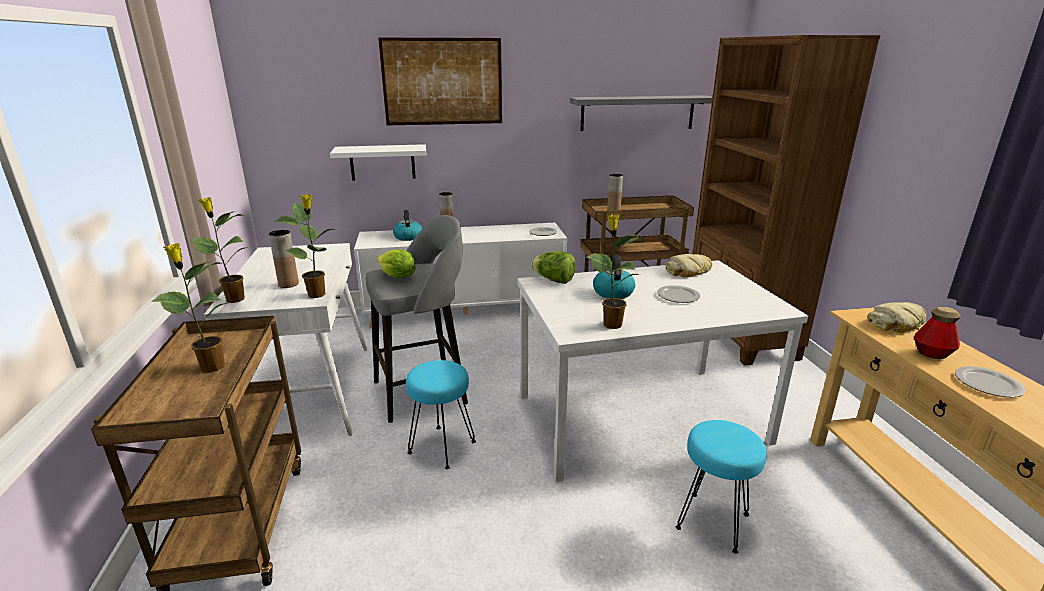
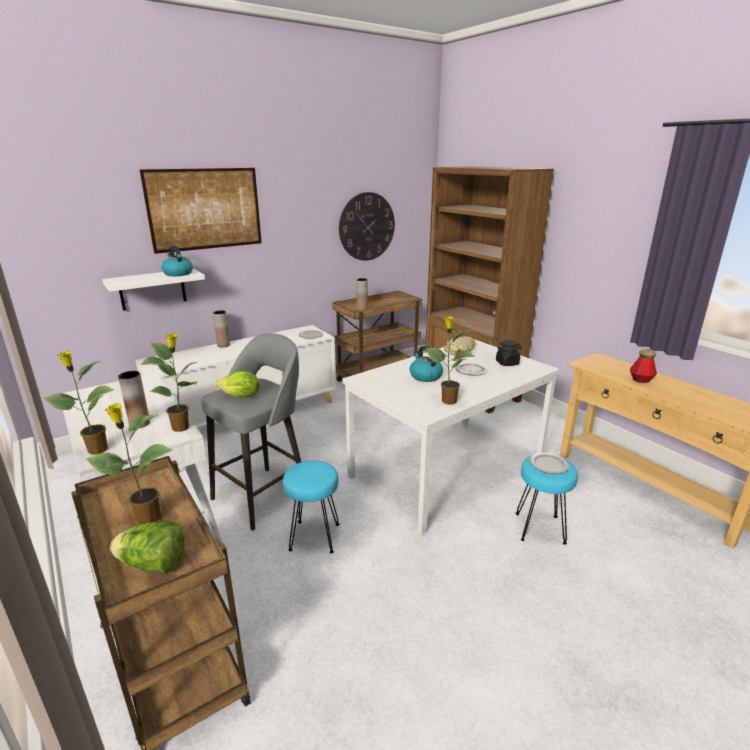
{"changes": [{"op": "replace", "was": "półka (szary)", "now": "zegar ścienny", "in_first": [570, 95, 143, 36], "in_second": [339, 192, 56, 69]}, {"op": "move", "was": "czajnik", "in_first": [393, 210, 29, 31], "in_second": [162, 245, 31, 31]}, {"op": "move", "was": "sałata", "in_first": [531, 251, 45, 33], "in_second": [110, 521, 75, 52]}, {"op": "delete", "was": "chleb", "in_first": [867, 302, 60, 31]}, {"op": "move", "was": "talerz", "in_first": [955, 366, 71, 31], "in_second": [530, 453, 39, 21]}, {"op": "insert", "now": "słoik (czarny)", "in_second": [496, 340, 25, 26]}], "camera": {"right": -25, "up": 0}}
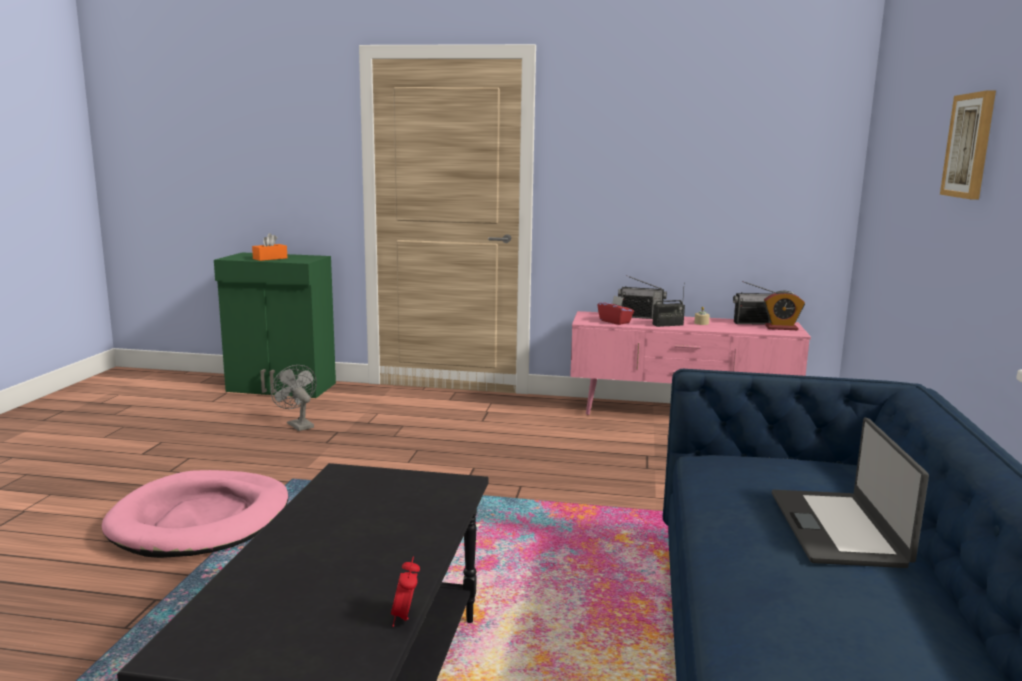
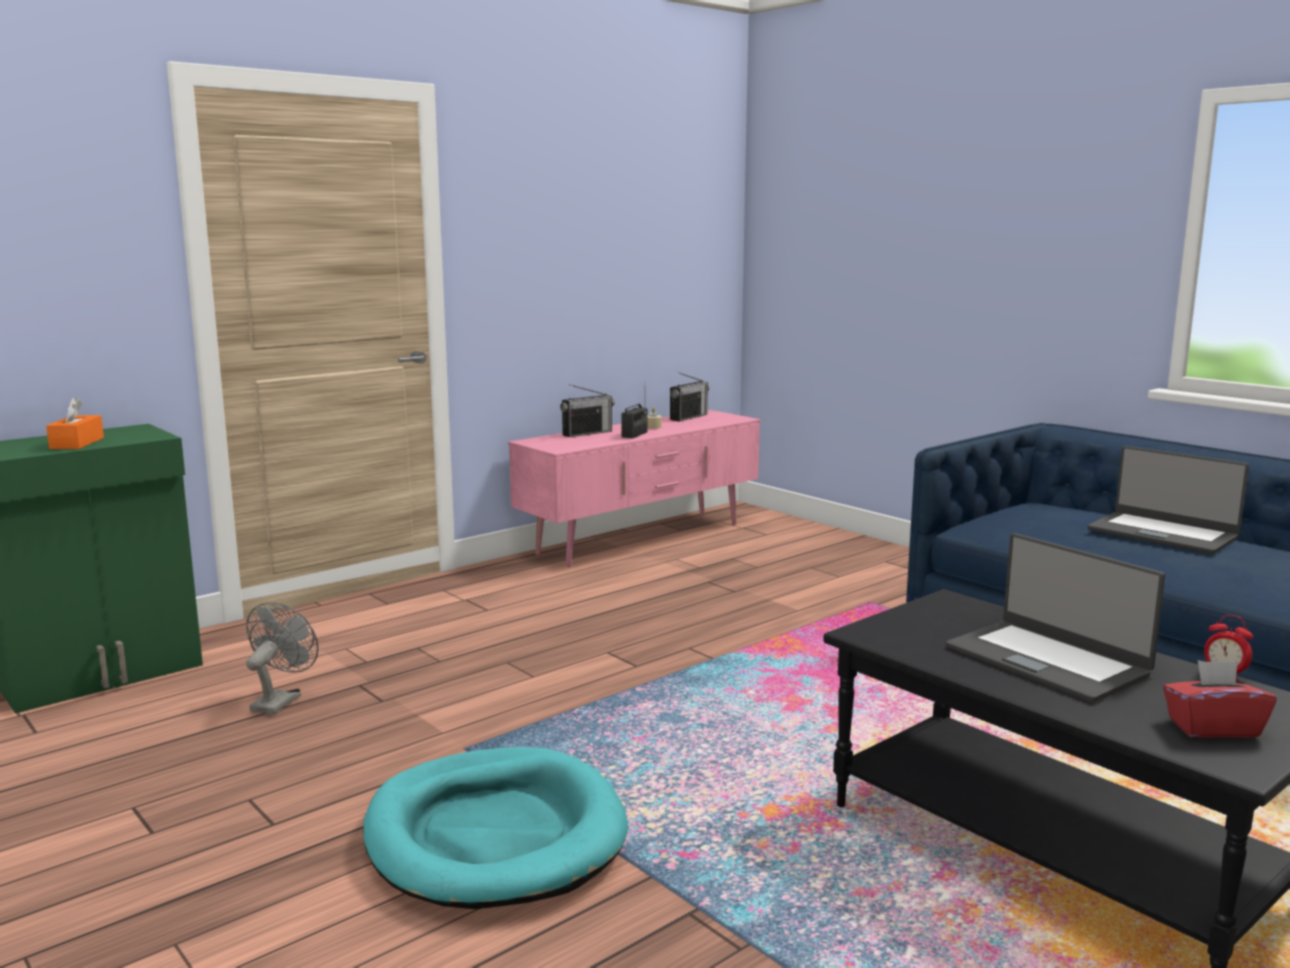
{"changes": [{"op": "delete", "was": "obraz", "in_first": [940, 90, 56, 110]}, {"op": "delete", "was": "budzik", "in_first": [764, 291, 41, 39]}, {"op": "move", "was": "pudełko chusteczek (czerwony)", "in_first": [597, 295, 37, 30], "in_second": [1163, 660, 114, 78]}, {"op": "rotate", "was": "wentylator (szary)", "in_first": [271, 365, 46, 66], "in_second": [246, 602, 73, 113], "clockwise": 105}, {"op": "recolor", "was": "legowisko (różowy)", "now": "legowisko (turkusowy)", "in_first": [102, 470, 186, 88], "in_second": [363, 747, 265, 162]}, {"op": "insert", "now": "laptop", "in_second": [945, 533, 220, 170]}], "camera": {"right": -50, "up": 0}}
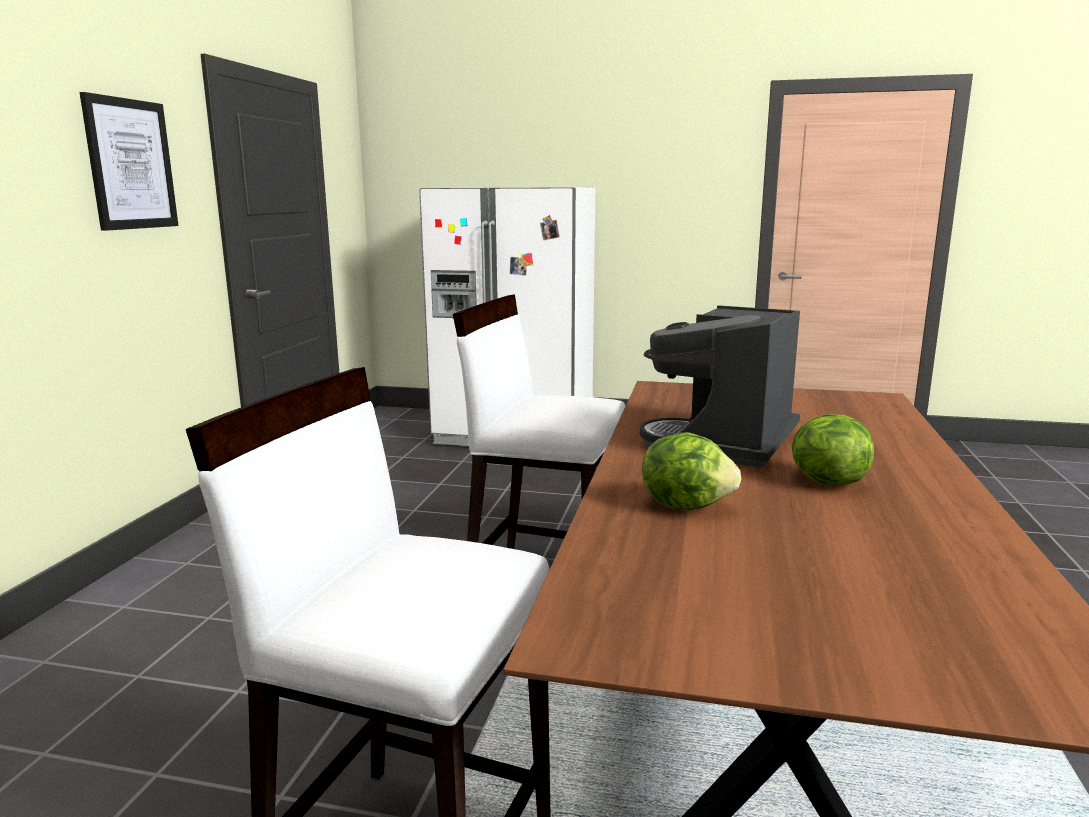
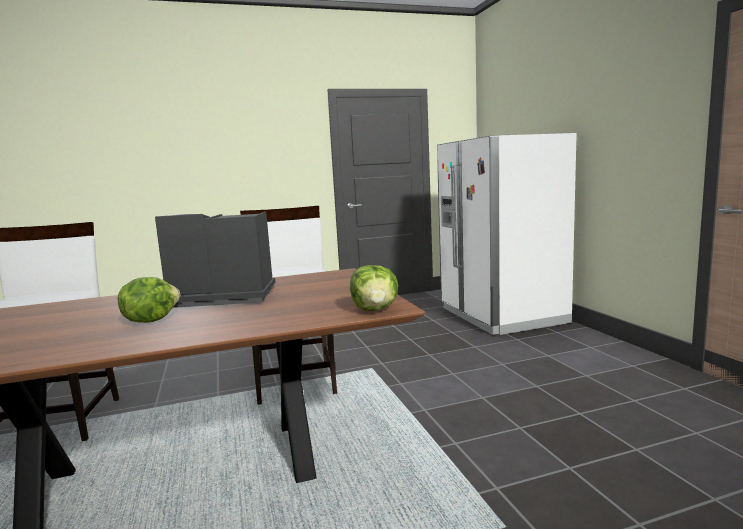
{"changes": [{"op": "delete", "was": "obraz", "in_first": [80, 92, 98, 139]}, {"op": "move", "was": "sałata", "in_first": [642, 432, 99, 78], "in_second": [350, 265, 48, 46]}], "camera": {"right": 60, "up": -5}}
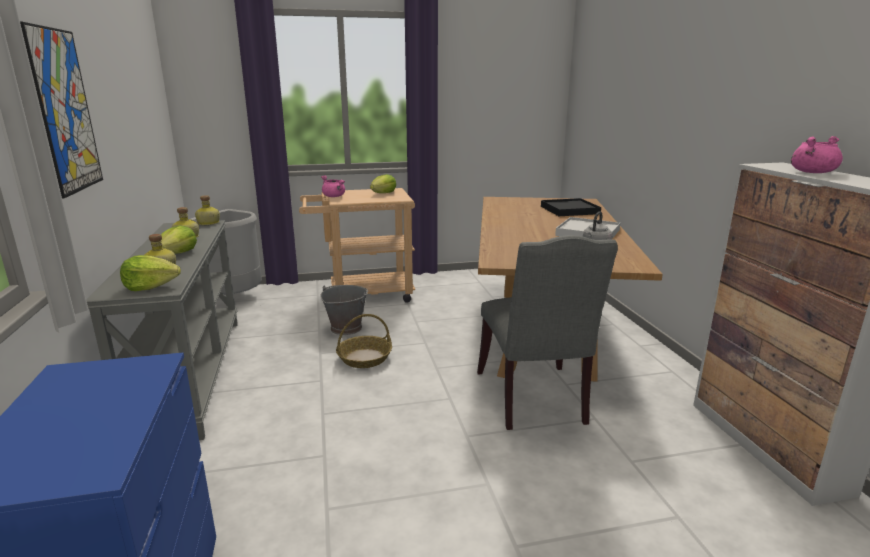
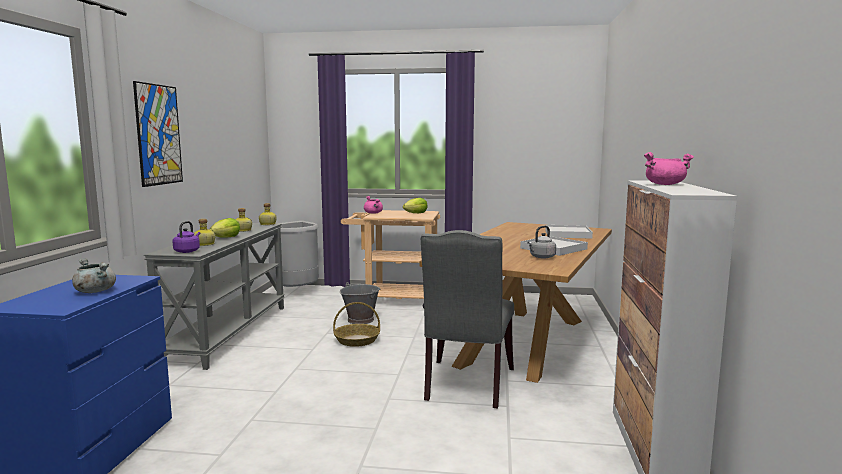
{"changes": [{"op": "recolor", "was": "taca (czarny)", "now": "taca (biały)", "in_first": [541, 198, 60, 18], "in_second": [545, 225, 48, 14]}, {"op": "replace", "was": "sałata", "now": "czajnik (fioletowy)", "in_first": [120, 255, 61, 36], "in_second": [173, 221, 27, 32]}, {"op": "insert", "now": "garnek (szary)", "in_second": [72, 258, 44, 35]}], "camera": {"right": 20, "up": -10}}
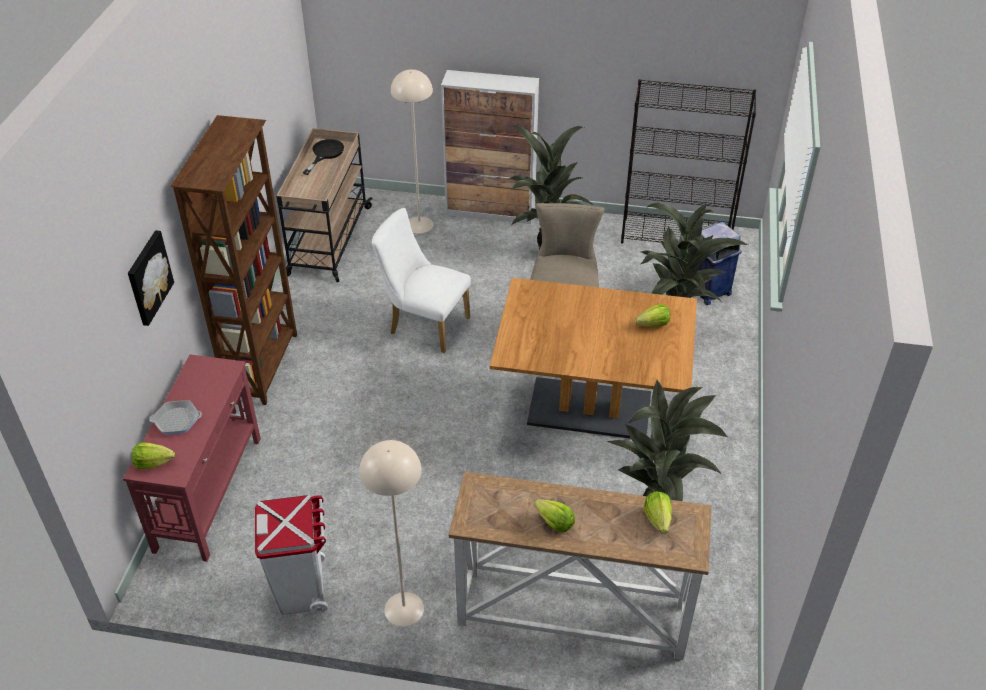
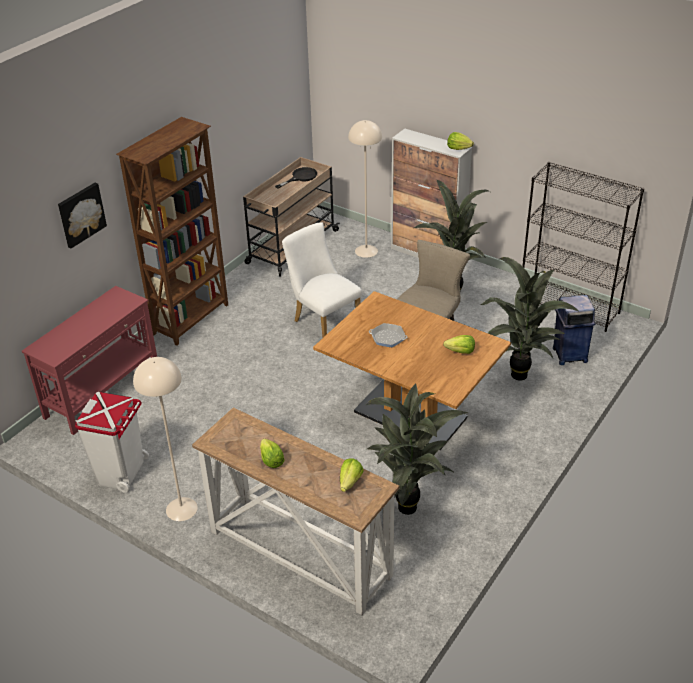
{"changes": [{"op": "move", "was": "patelnia", "in_first": [149, 400, 53, 34], "in_second": [369, 323, 39, 24]}, {"op": "move", "was": "sałata", "in_first": [131, 443, 44, 26], "in_second": [447, 132, 27, 18]}], "camera": {"right": 25, "up": -5}}
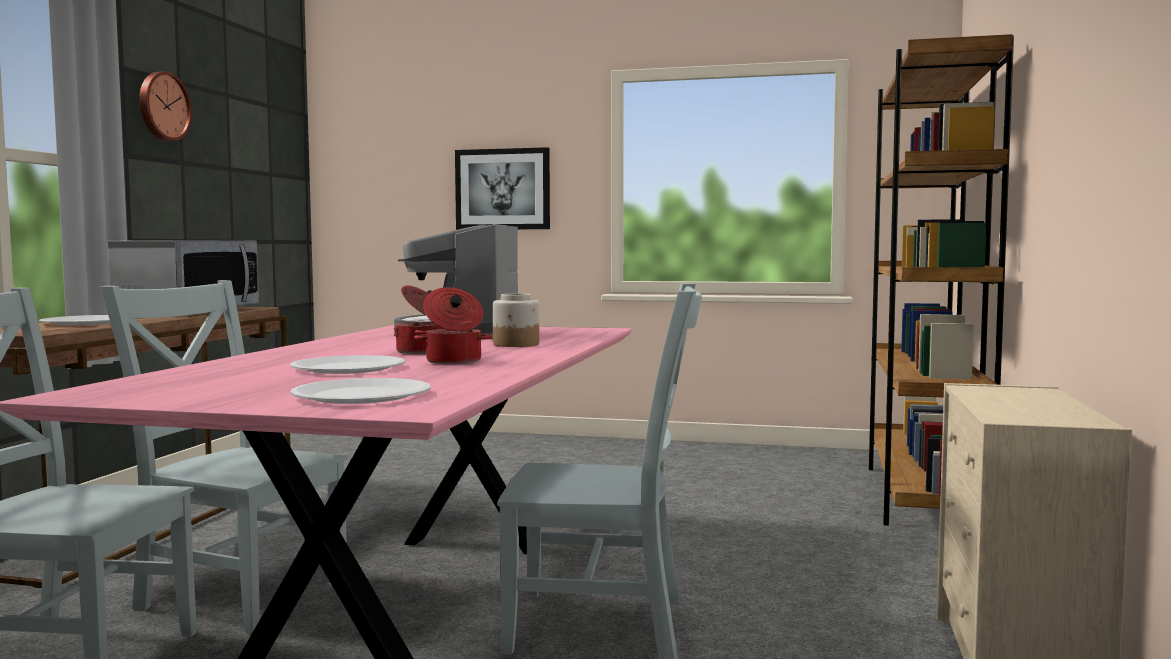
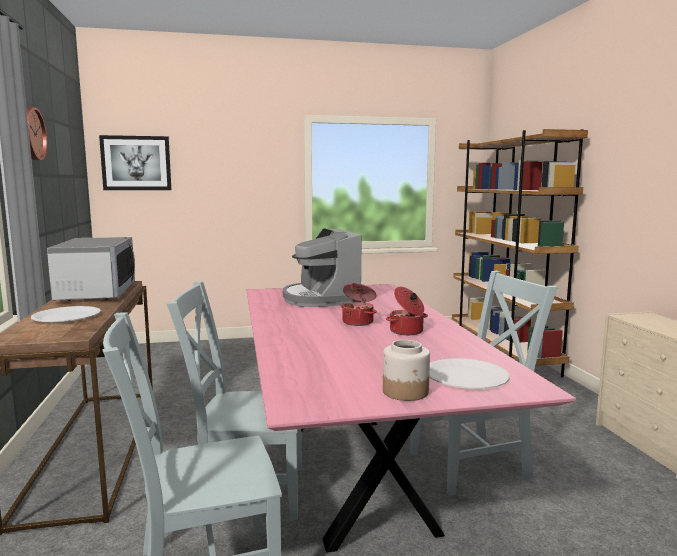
{"changes": [{"op": "move", "was": "obraz", "in_first": [455, 147, 95, 83], "in_second": [99, 135, 72, 55]}, {"op": "move", "was": "słoik", "in_first": [493, 293, 46, 54], "in_second": [383, 340, 47, 61]}, {"op": "delete", "was": "talerz (biały)", "in_first": [290, 355, 116, 19]}], "camera": {"right": -25, "up": 5}}
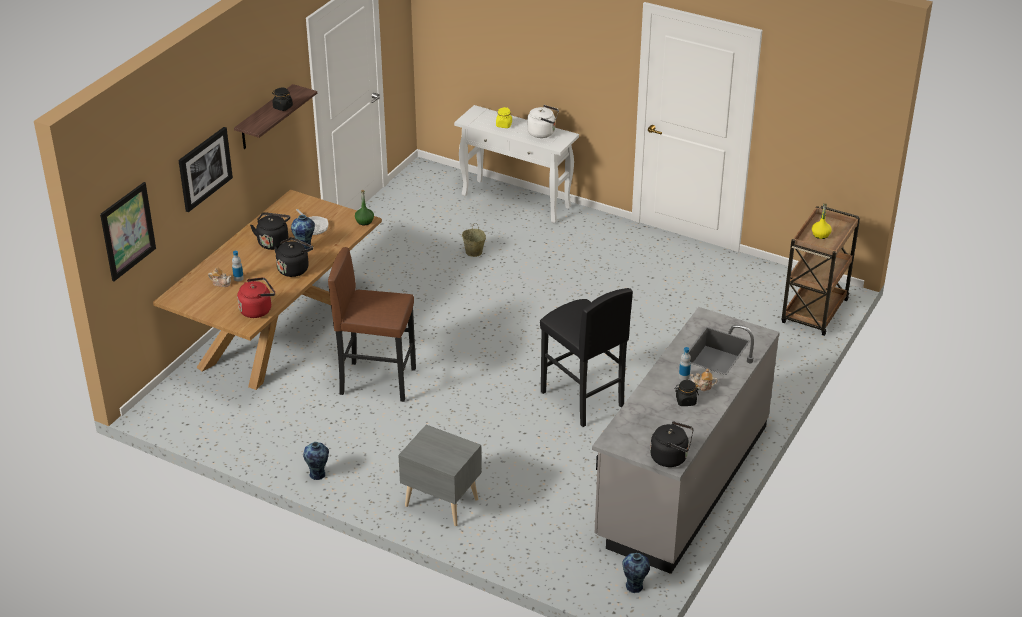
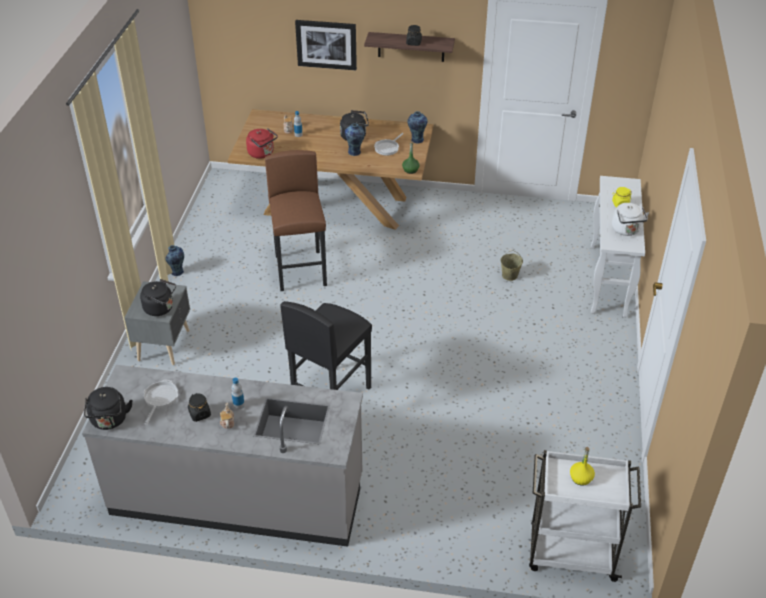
{"changes": [{"op": "delete", "was": "obraz", "in_first": [100, 182, 56, 100]}, {"op": "recolor", "was": "wózek (brązowy)", "now": "wózek (biały)", "in_first": [781, 206, 79, 130], "in_second": [529, 450, 112, 132]}, {"op": "move", "was": "czajnik (czarny)", "in_first": [274, 237, 39, 40], "in_second": [140, 279, 36, 37]}, {"op": "move", "was": "wazon", "in_first": [622, 553, 28, 40], "in_second": [407, 111, 21, 33]}, {"op": "insert", "now": "patelnia", "in_second": [144, 379, 34, 46]}], "camera": {"right": 70, "up": 5}}
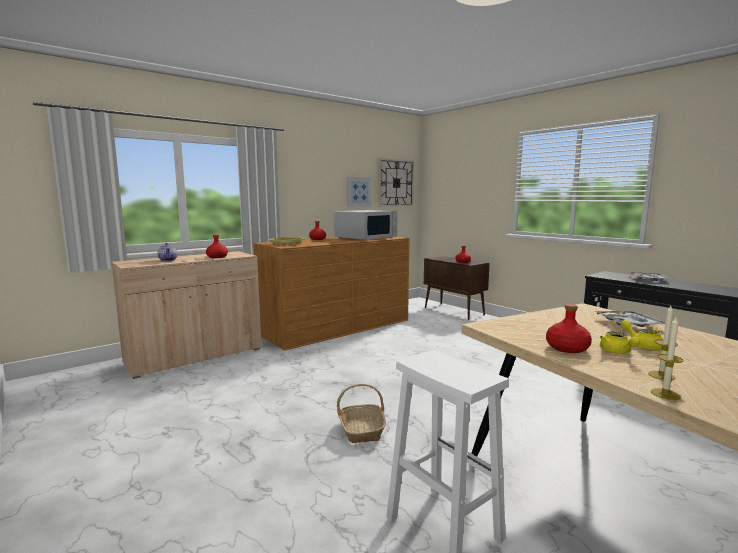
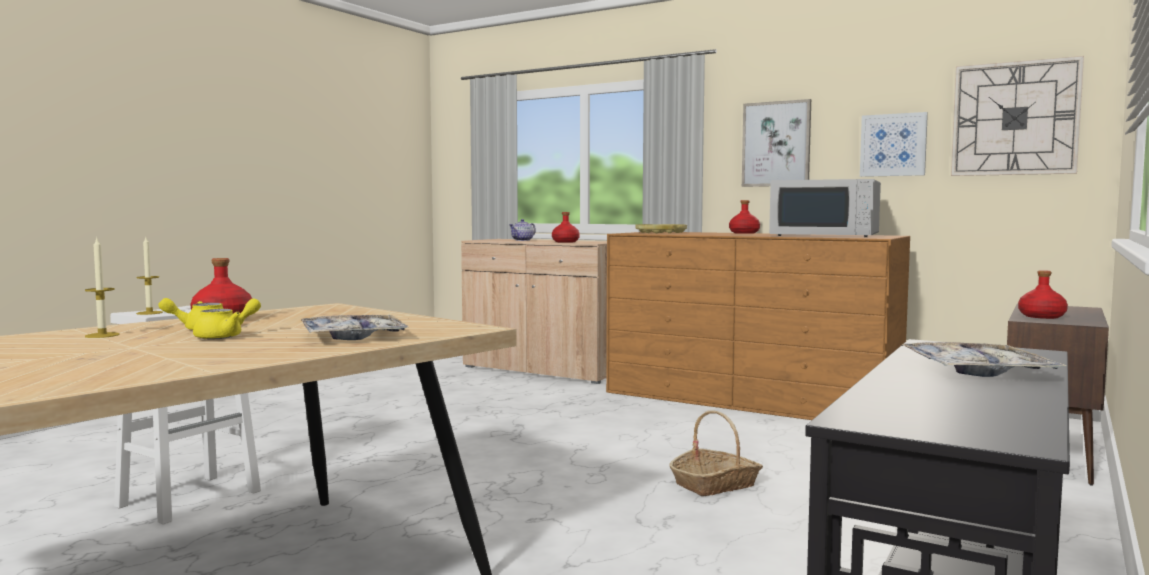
{"changes": [{"op": "move", "was": "świeca", "in_first": [651, 317, 33, 83], "in_second": [136, 237, 27, 78]}, {"op": "move", "was": "koszyk", "in_first": [337, 384, 49, 59], "in_second": [669, 410, 94, 86]}, {"op": "insert", "now": "obraz", "in_second": [742, 99, 69, 88]}], "camera": {"right": 70, "up": -5}}
